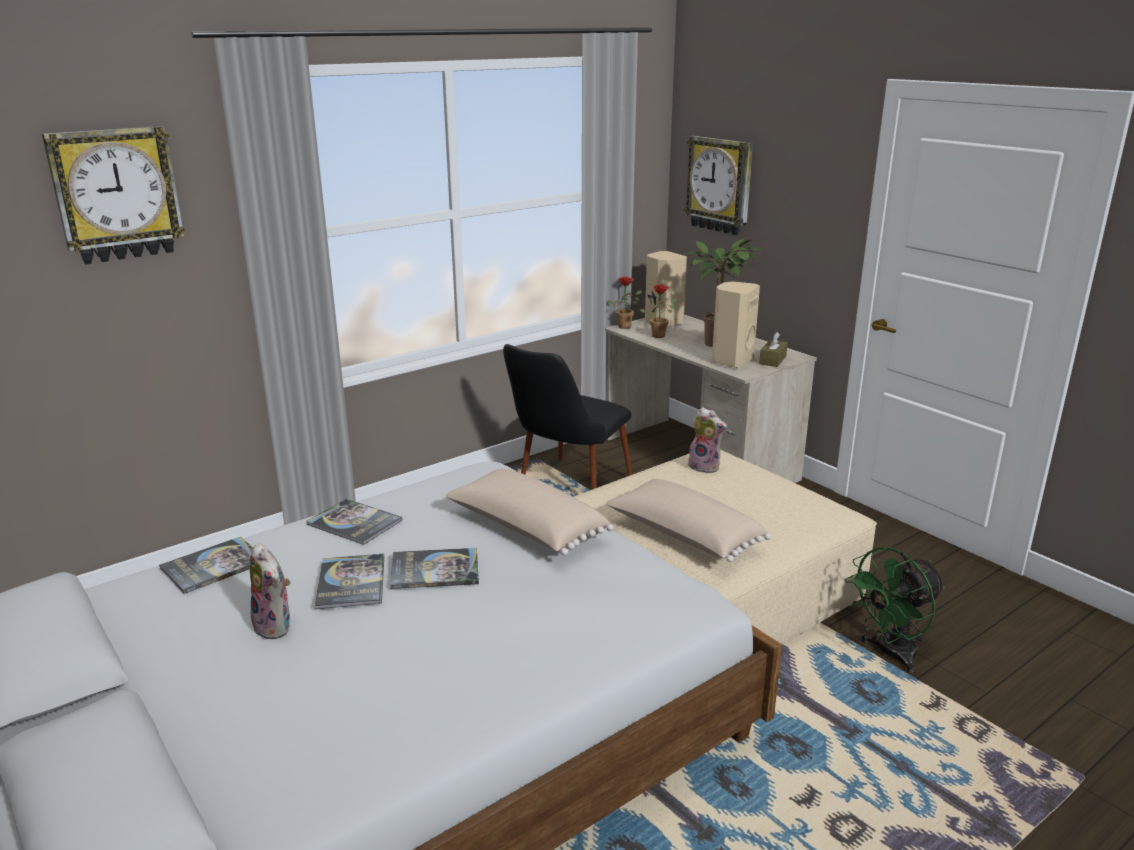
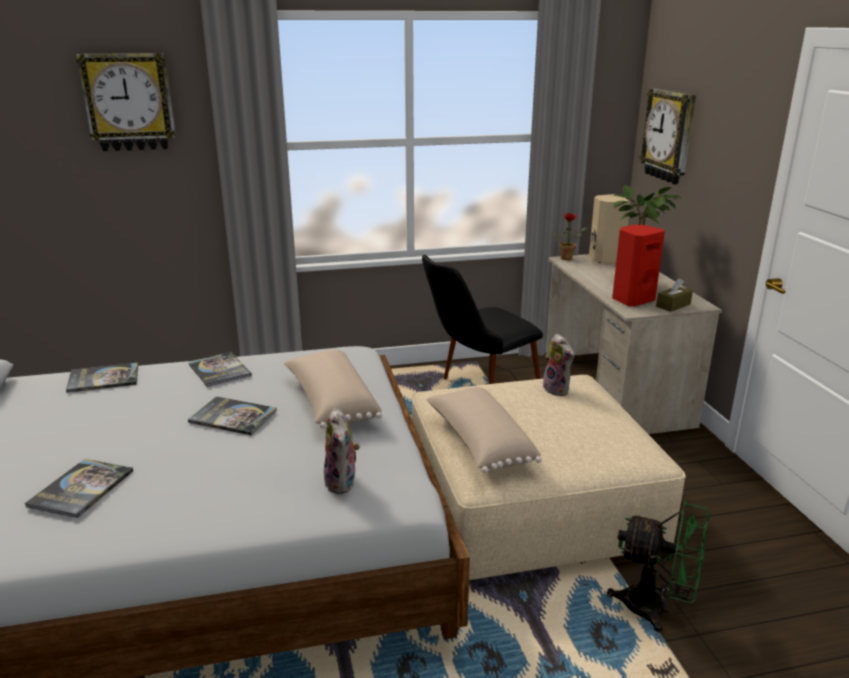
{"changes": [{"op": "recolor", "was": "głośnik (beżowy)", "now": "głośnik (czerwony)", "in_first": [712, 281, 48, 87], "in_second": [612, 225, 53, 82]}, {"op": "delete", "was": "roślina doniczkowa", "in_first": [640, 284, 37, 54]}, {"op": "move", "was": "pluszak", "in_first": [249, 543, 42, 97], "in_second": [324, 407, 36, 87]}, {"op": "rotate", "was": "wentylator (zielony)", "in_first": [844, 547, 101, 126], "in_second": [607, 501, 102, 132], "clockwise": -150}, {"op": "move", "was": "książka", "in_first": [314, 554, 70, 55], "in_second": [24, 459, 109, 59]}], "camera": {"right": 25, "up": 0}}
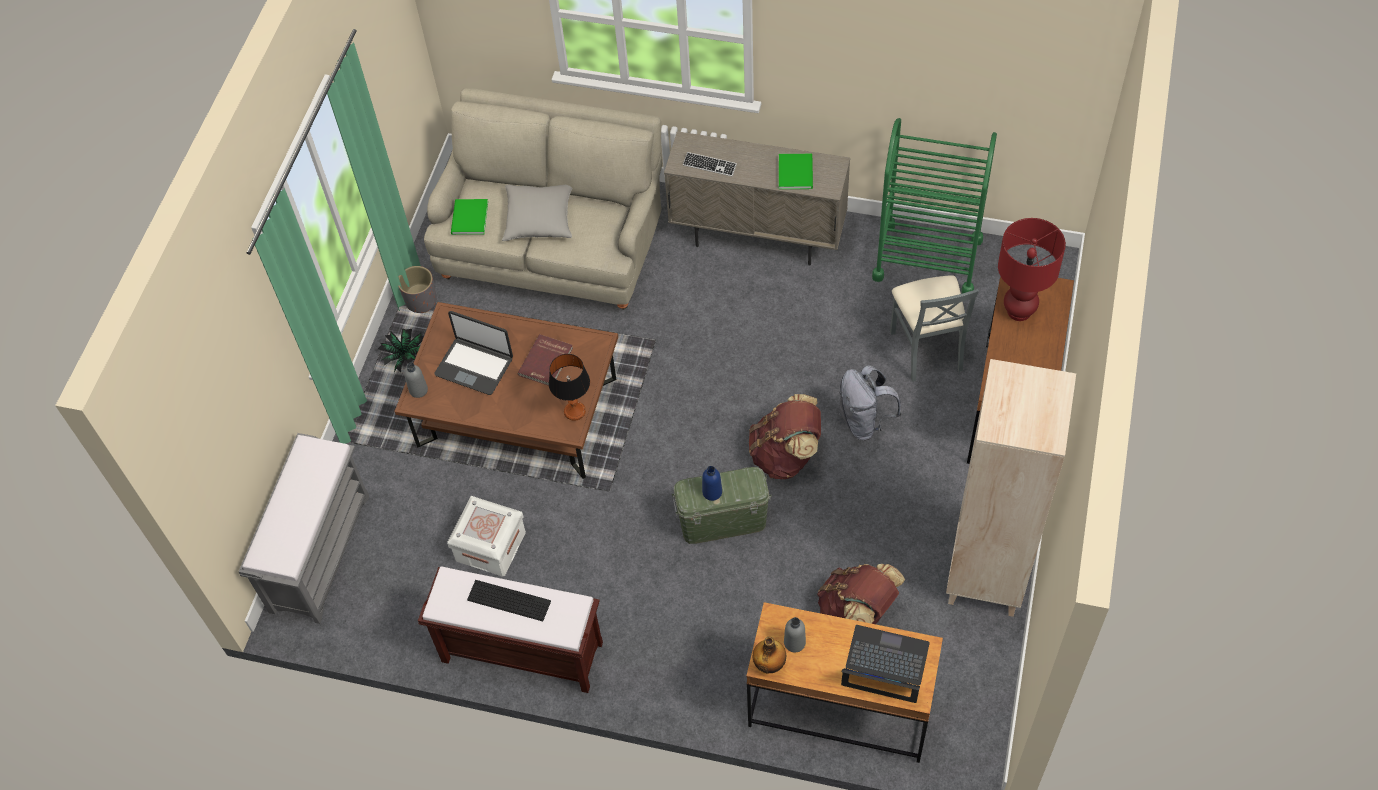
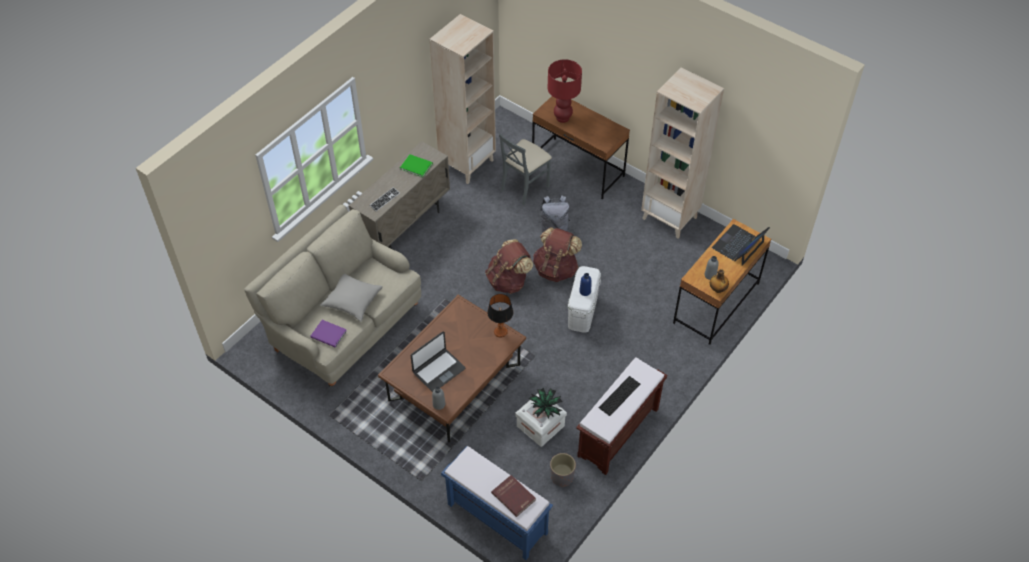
{"changes": [{"op": "replace", "was": "wózek (zielony)", "now": "regał (beżowy)", "in_first": [872, 118, 125, 176], "in_second": [430, 14, 66, 170]}, {"op": "recolor", "was": "książka (zielony)", "now": "książka (fioletowy)", "in_first": [451, 199, 37, 36], "in_second": [310, 320, 37, 28]}, {"op": "move", "was": "donica (szary)", "in_first": [398, 266, 39, 47], "in_second": [550, 453, 26, 34]}, {"op": "rotate", "was": "krzesło (szary)", "in_first": [890, 275, 89, 107], "in_second": [499, 134, 53, 71], "clockwise": 120}, {"op": "move", "was": "roślina doniczkowa", "in_first": [378, 328, 46, 45], "in_second": [529, 388, 34, 30]}, {"op": "move", "was": "książka (czerwony)", "in_first": [518, 334, 55, 52], "in_second": [491, 475, 45, 42]}, {"op": "recolor", "was": "ławka (szary)", "now": "ławka (niebieski)", "in_first": [238, 433, 131, 191], "in_second": [441, 446, 112, 114]}, {"op": "recolor", "was": "pojemnik do przechowywania (zielony)", "now": "pojemnik do przechowywania (biały)", "in_first": [672, 467, 100, 77], "in_second": [567, 266, 34, 67]}, {"op": "move", "was": "plecak (brązowy)", "in_first": [817, 564, 88, 60], "in_second": [485, 239, 48, 55]}], "camera": {"right": -70, "up": -5}}
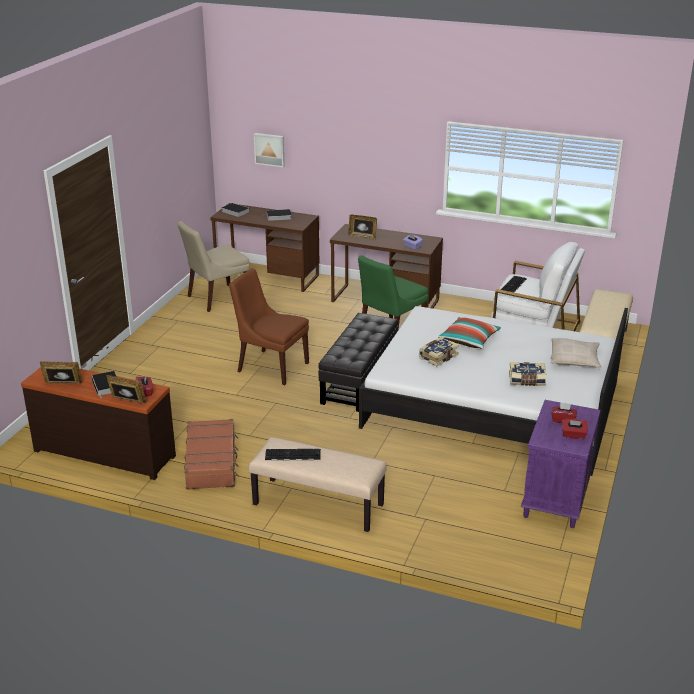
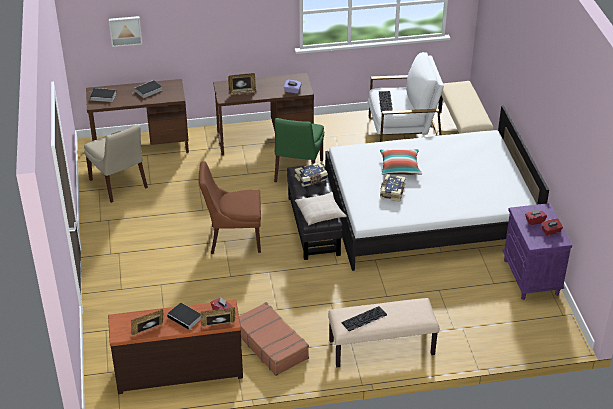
{"changes": [{"op": "rotate", "was": "krzesło (beżowy)", "in_first": [178, 221, 71, 91], "in_second": [84, 125, 64, 78], "clockwise": -60}, {"op": "move", "was": "poduszka (beżowy)", "in_first": [551, 338, 50, 30], "in_second": [295, 192, 52, 33]}, {"op": "move", "was": "książka", "in_first": [509, 362, 38, 24], "in_second": [295, 162, 33, 25]}], "camera": {"right": -30, "up": 10}}
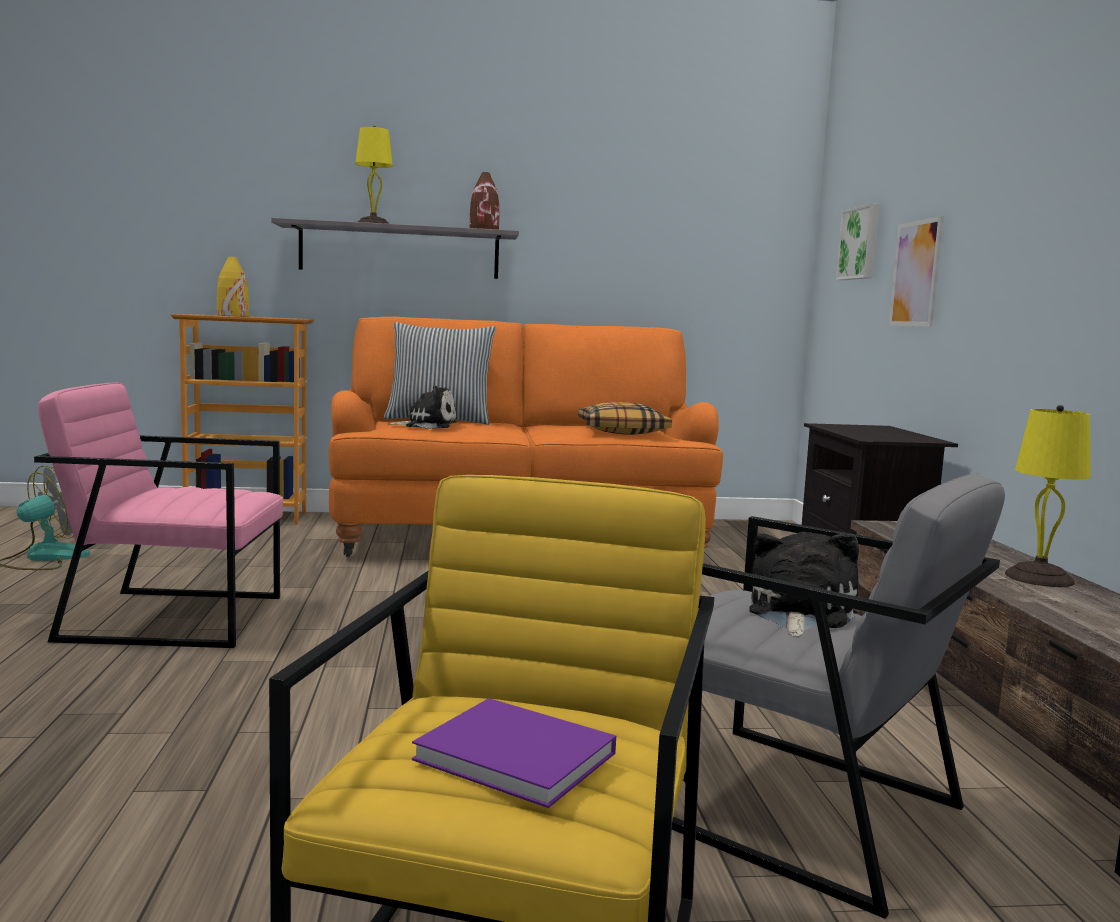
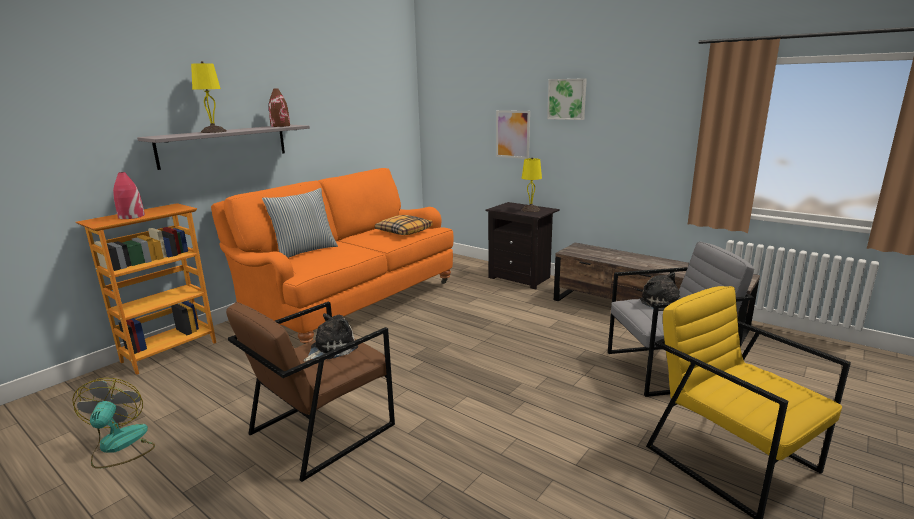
{"changes": [{"op": "move", "was": "obraz", "in_first": [836, 203, 43, 77], "in_second": [547, 78, 40, 42]}, {"op": "recolor", "was": "wazon (żółty)", "now": "wazon (czerwony)", "in_first": [217, 257, 32, 60], "in_second": [113, 172, 32, 47]}, {"op": "recolor", "was": "fotel (różowy)", "now": "fotel (brązowy)", "in_first": [34, 383, 249, 265], "in_second": [226, 301, 169, 181]}, {"op": "move", "was": "pluszak", "in_first": [389, 385, 68, 44], "in_second": [303, 313, 55, 49]}, {"op": "move", "was": "lampa stołowa (żółty)", "in_first": [1005, 405, 86, 182], "in_second": [522, 157, 20, 55]}, {"op": "delete", "was": "książka (fioletowy)", "in_first": [412, 698, 204, 110]}], "camera": {"right": -45, "up": 10}}
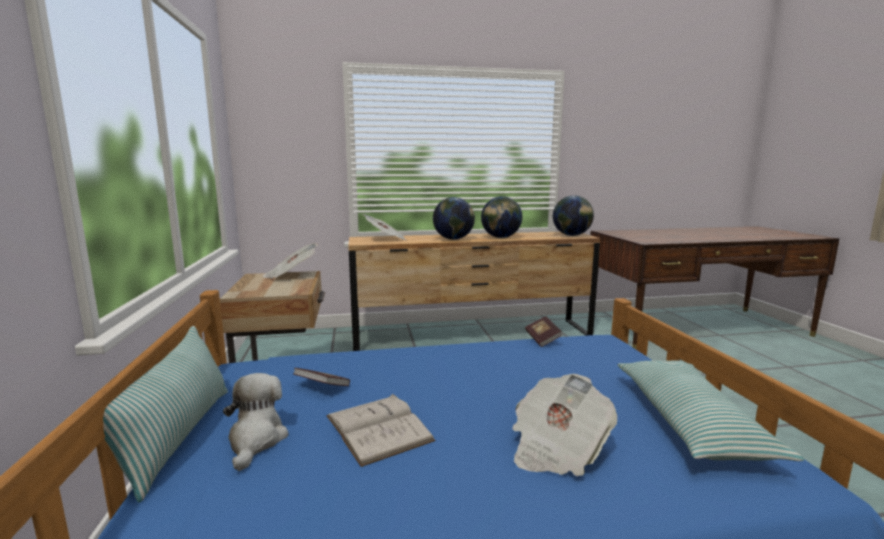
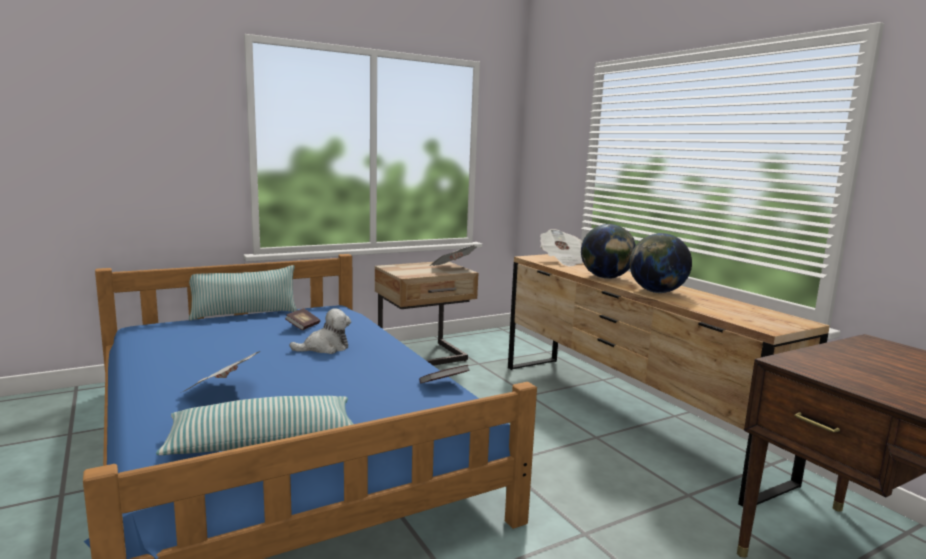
{"changes": [{"op": "delete", "was": "globus", "in_first": [553, 195, 41, 41]}, {"op": "move", "was": "pluszak", "in_first": [223, 373, 66, 98], "in_second": [290, 308, 61, 46]}, {"op": "delete", "was": "książka (biały)", "in_first": [327, 394, 109, 73]}], "camera": {"right": 70, "up": 0}}
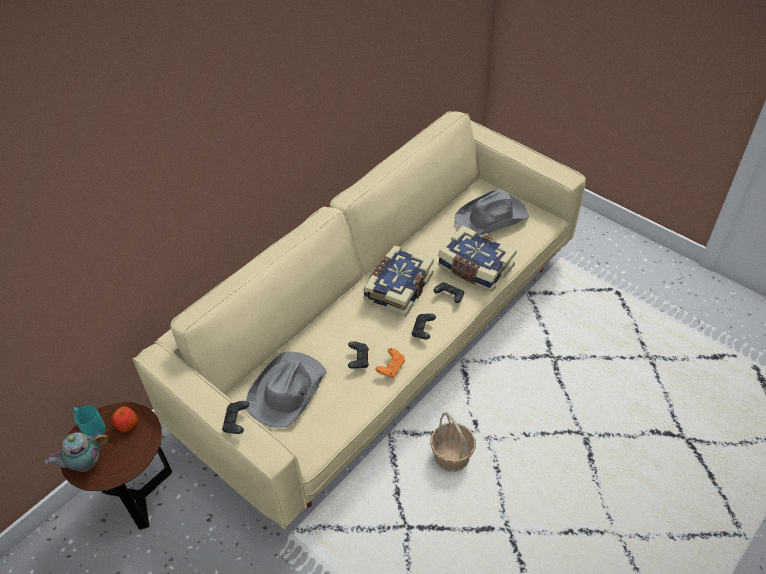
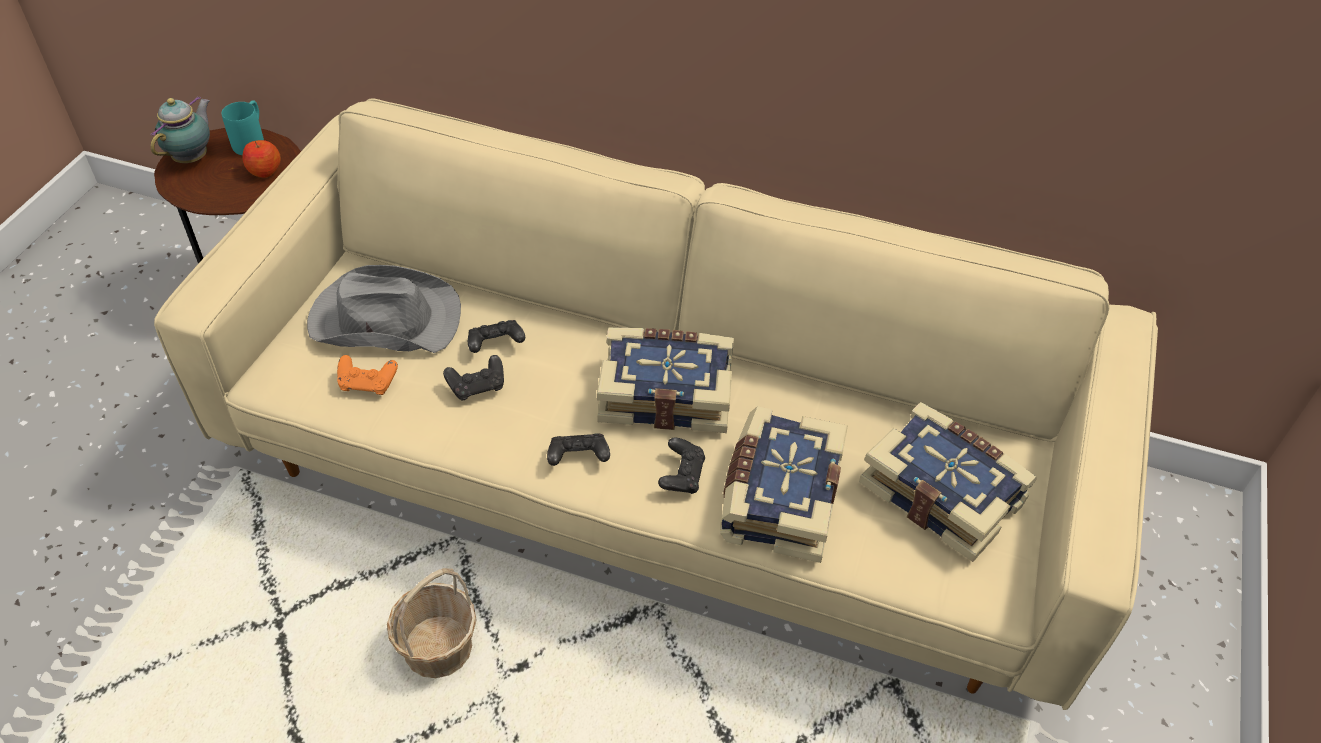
{"changes": [{"op": "replace", "was": "kapelusz (szary)", "now": "książka", "in_first": [454, 189, 75, 46], "in_second": [859, 402, 177, 160]}, {"op": "move", "was": "pad do gier (pomarańczowy)", "in_first": [376, 348, 29, 30], "in_second": [337, 355, 61, 40]}, {"op": "move", "was": "pad do gier (czarny)", "in_first": [222, 401, 27, 33], "in_second": [468, 320, 57, 33]}, {"op": "rotate", "was": "imbryk", "in_first": [45, 432, 63, 40], "in_second": [150, 96, 60, 67], "clockwise": 75}], "camera": {"right": 65, "up": 0}}
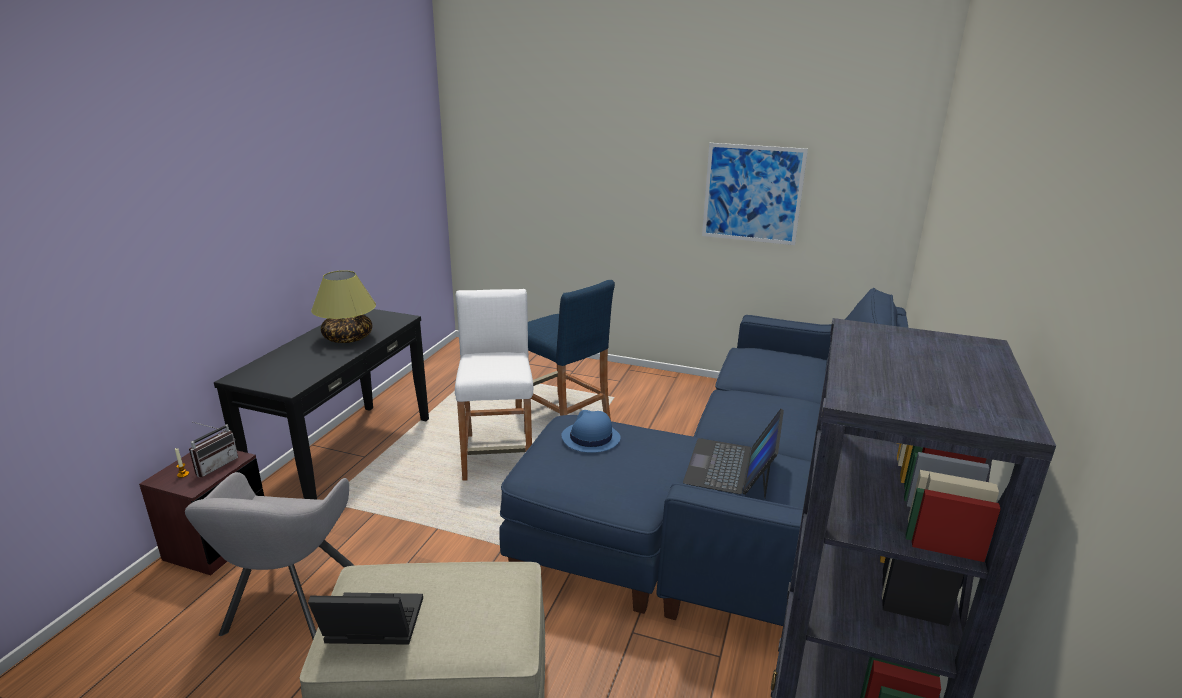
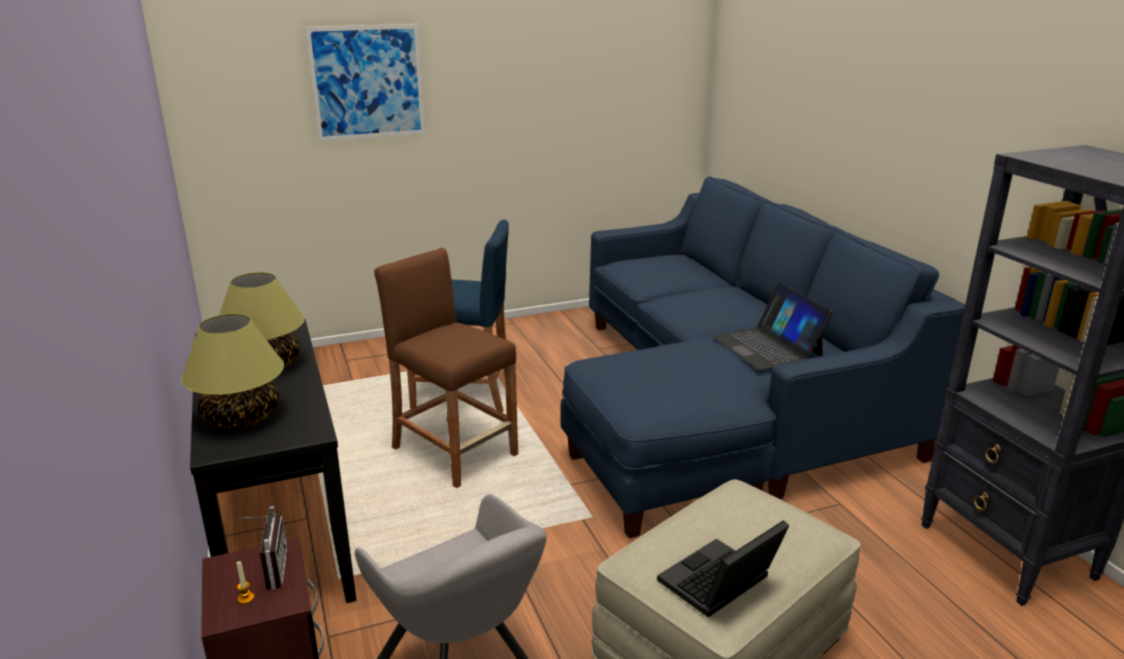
{"changes": [{"op": "move", "was": "obraz", "in_first": [702, 143, 106, 102], "in_second": [305, 24, 120, 117]}, {"op": "recolor", "was": "stołek (biały)", "now": "stołek (brązowy)", "in_first": [455, 289, 78, 192], "in_second": [374, 248, 144, 240]}, {"op": "delete", "was": "kapelusz (niebieski)", "in_first": [561, 410, 60, 43]}, {"op": "insert", "now": "lampa stołowa", "in_second": [181, 314, 103, 114]}], "camera": {"right": -40, "up": 0}}
